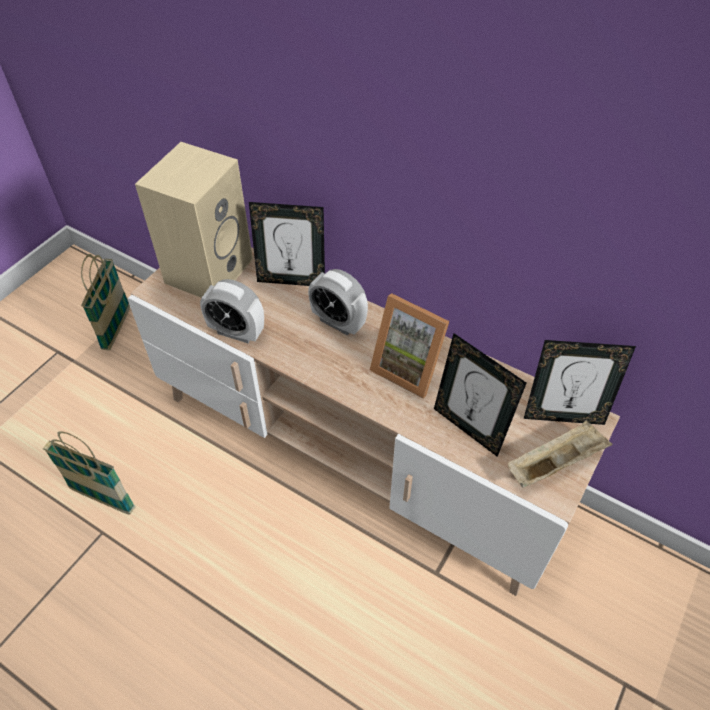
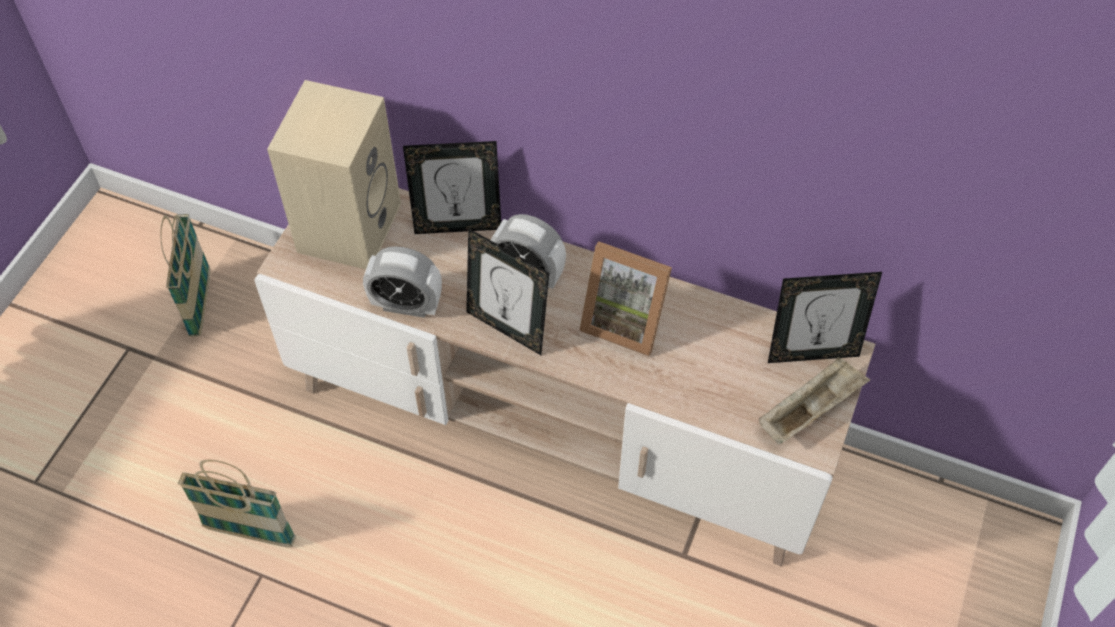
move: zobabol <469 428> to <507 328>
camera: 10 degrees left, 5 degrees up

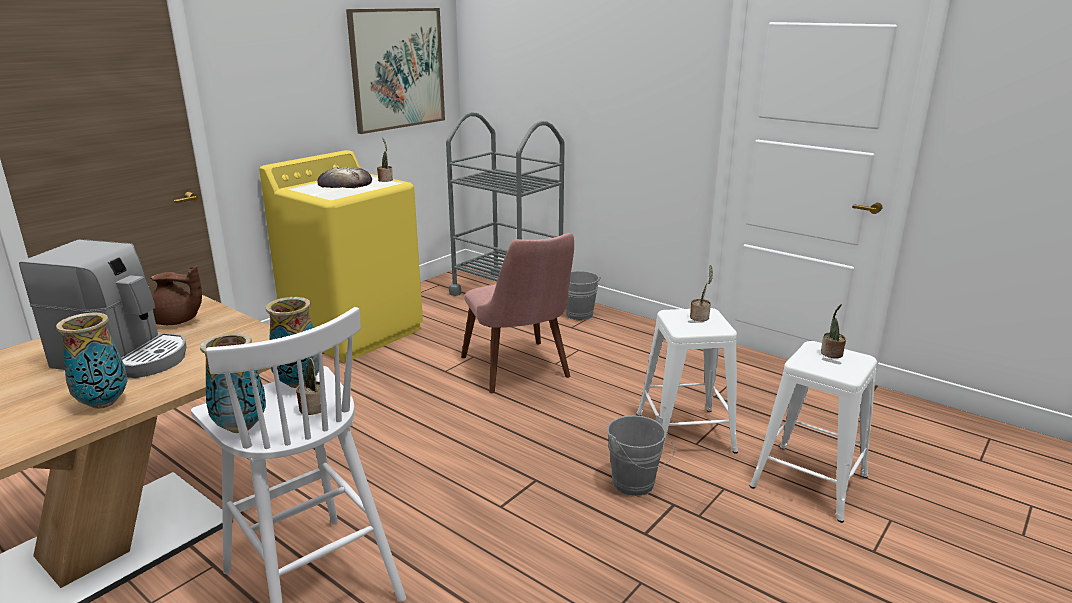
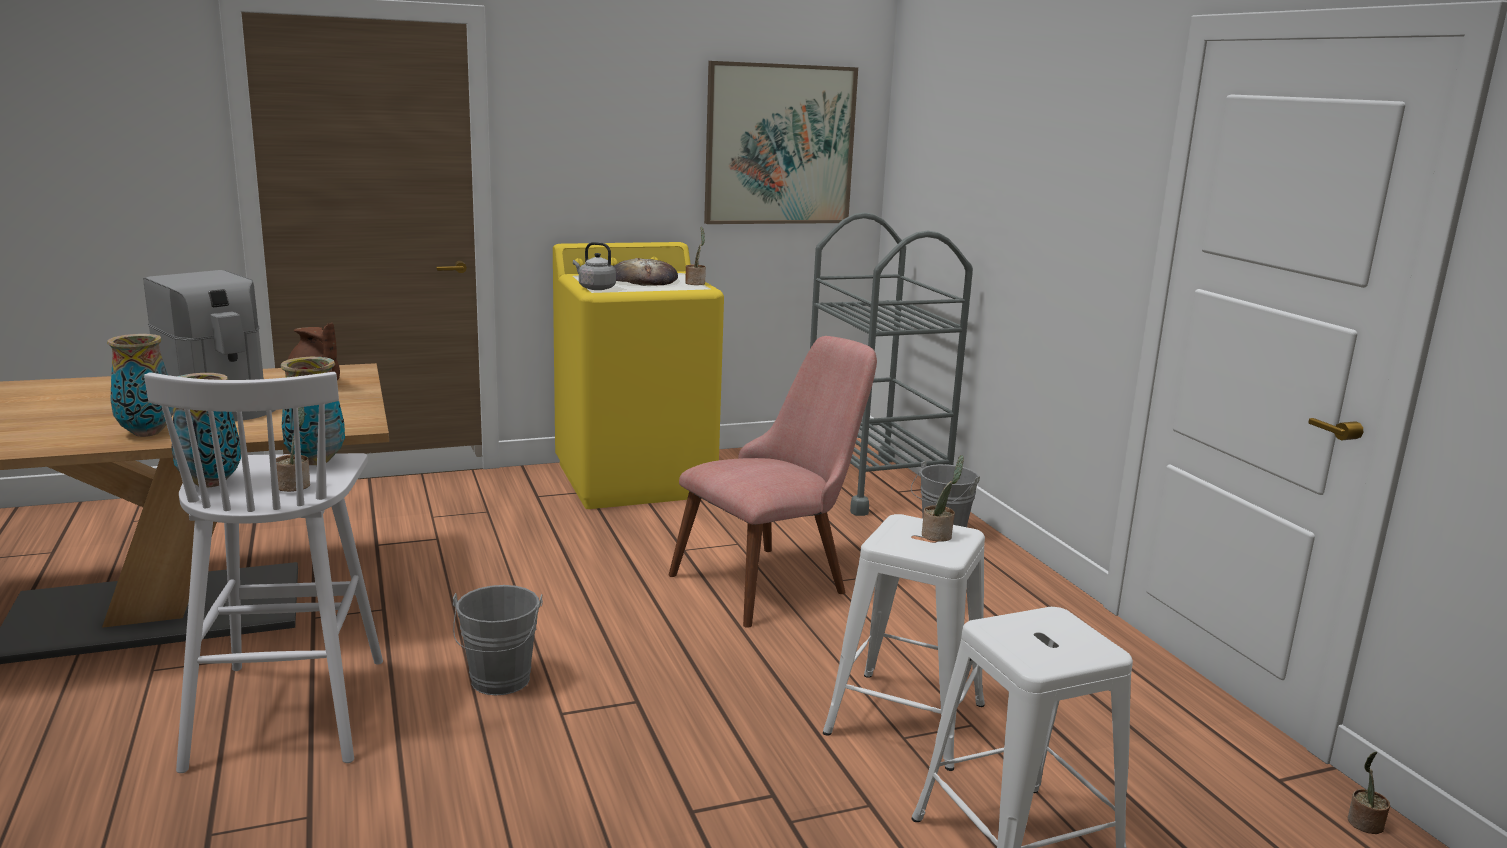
insert: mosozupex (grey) <595 288>
move: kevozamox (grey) <636 486> to <499 683>; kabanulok <831 354> to <1364 824>
rotate: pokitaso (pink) <521 372> = <774 578> 135 degrees counterclockwise
camera: 30 degrees right, 5 degrees down

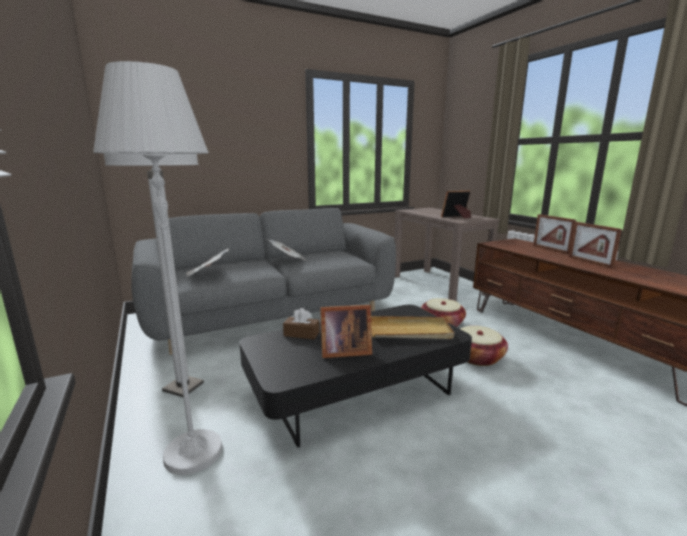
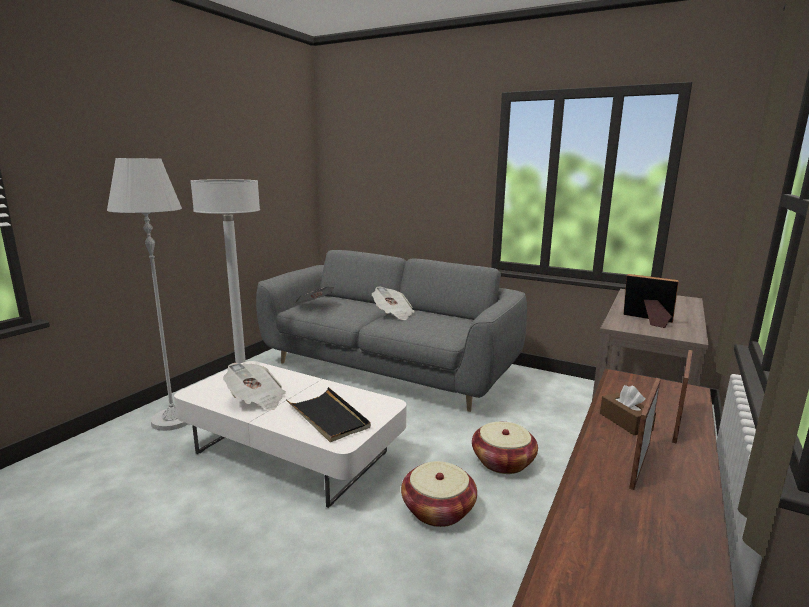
move: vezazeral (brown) <301 334> to <625 422>
replace: zobabol <343 351> to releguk <256 400>
recolor: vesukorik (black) <356 391> to vesukorik (white) <292 453>; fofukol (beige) <409 331> to fofukol (black) <328 417>
camera: 55 degrees right, 0 degrees up

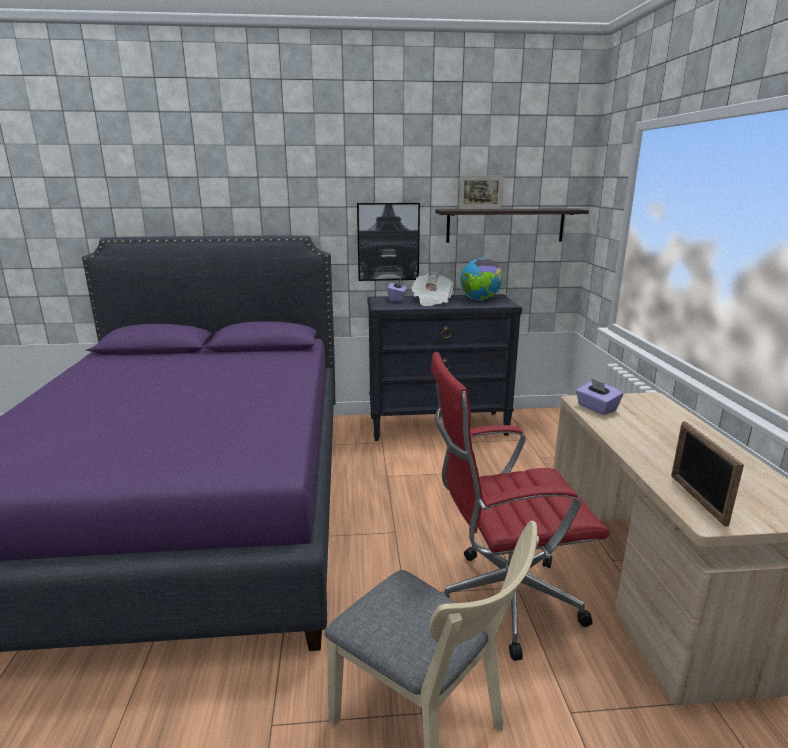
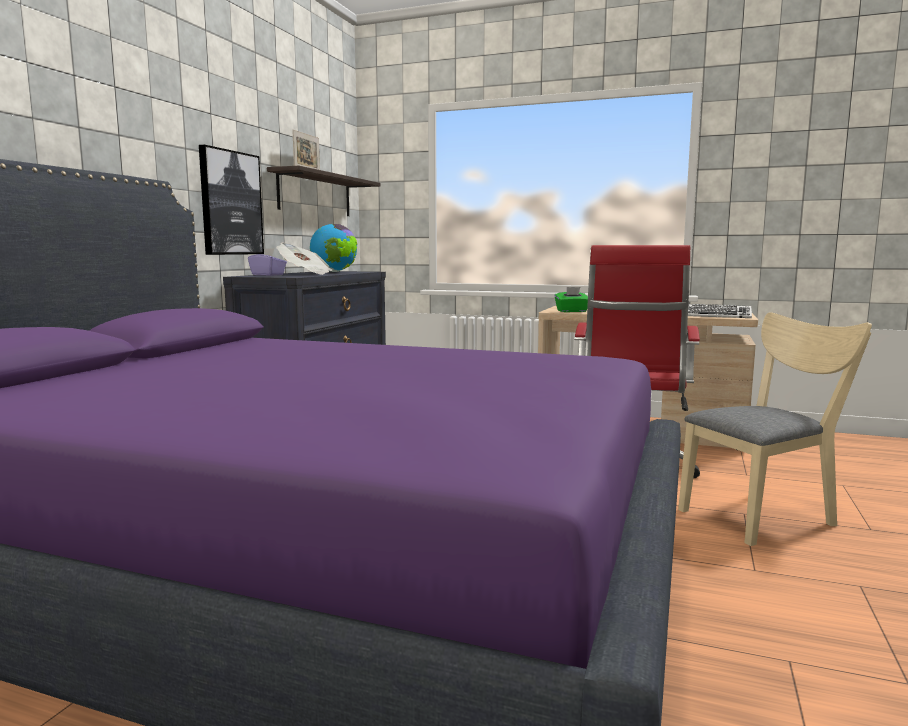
replace: zobabol <697 499> to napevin <716 316>
recolor: vezazeral (purple) <596 408> to vezazeral (green) <572 311>
camera: 65 degrees left, 10 degrees down

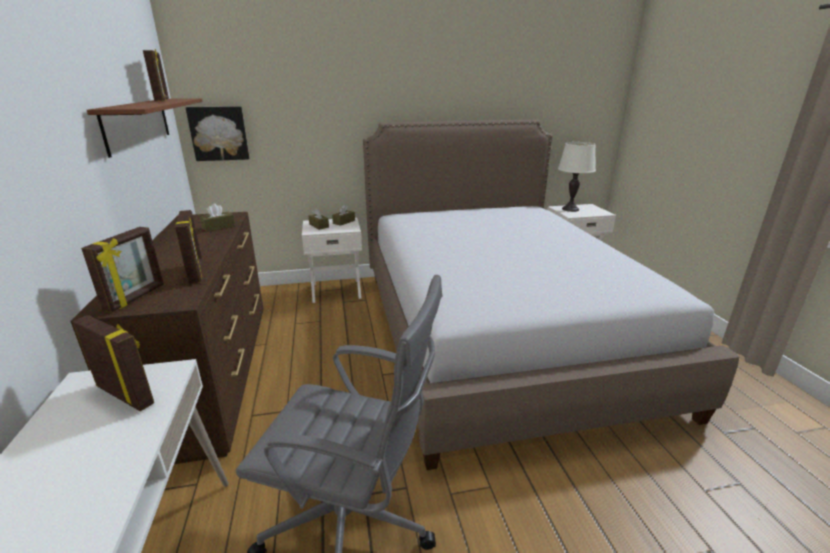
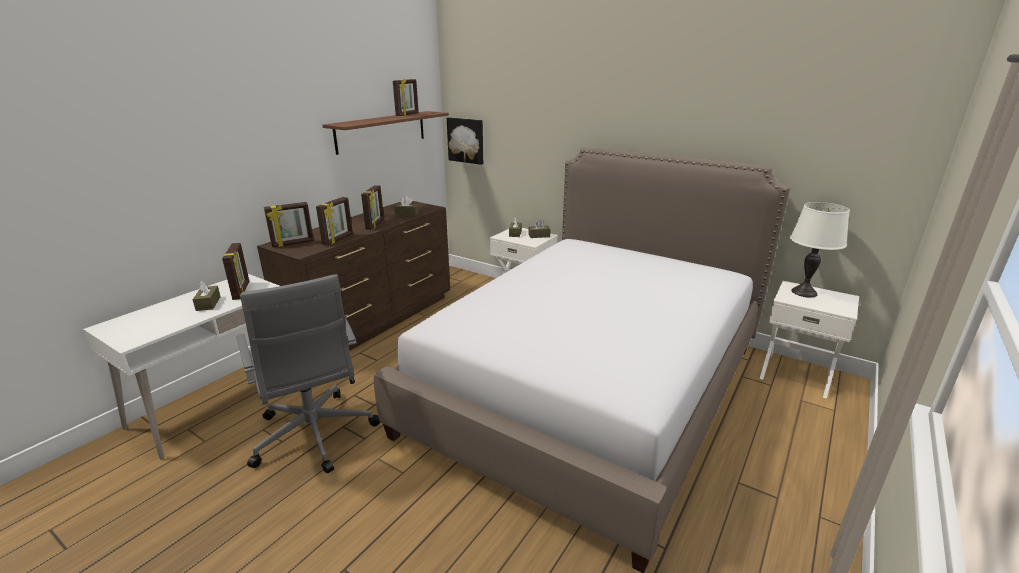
insert: vezazeral (brown) <208 303>; zobabol <375 225>
camera: 45 degrees right, 0 degrees up

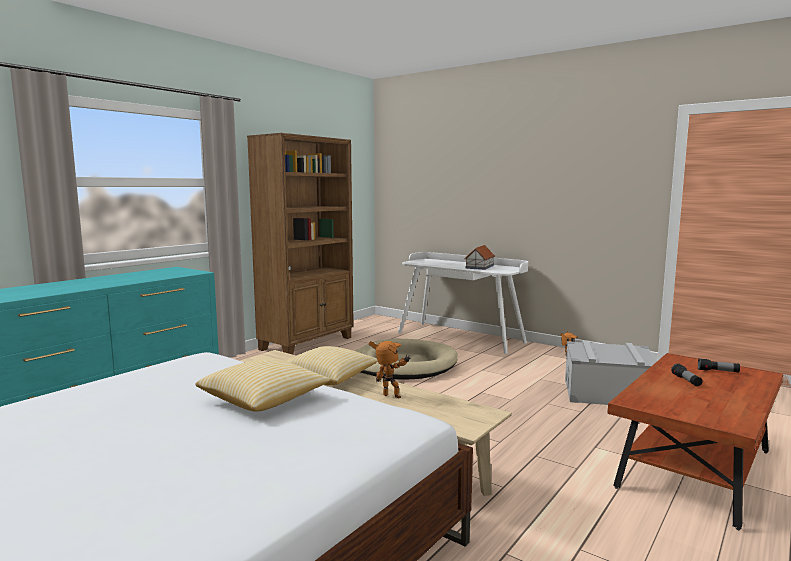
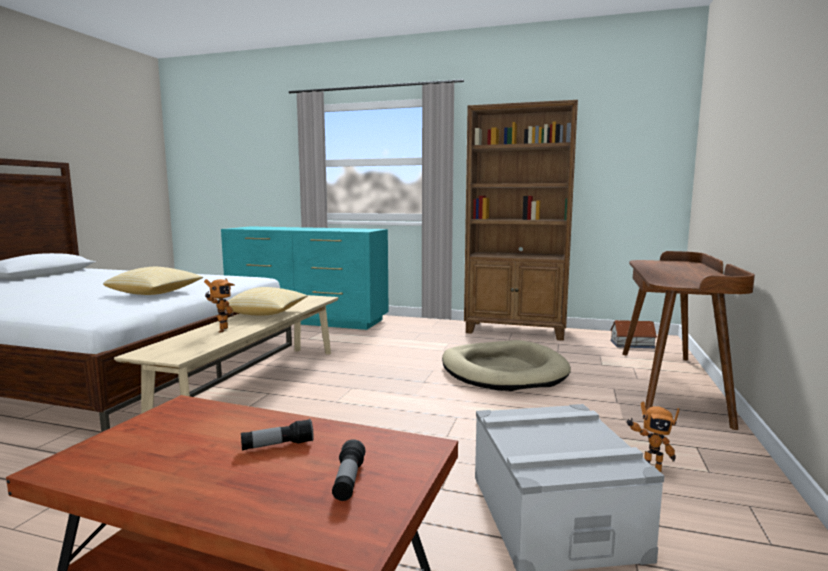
move: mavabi <480 267> to <632 344>
recolor: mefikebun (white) <460 337> to mefikebun (brown) <671 384>
camera: 70 degrees right, 0 degrees up

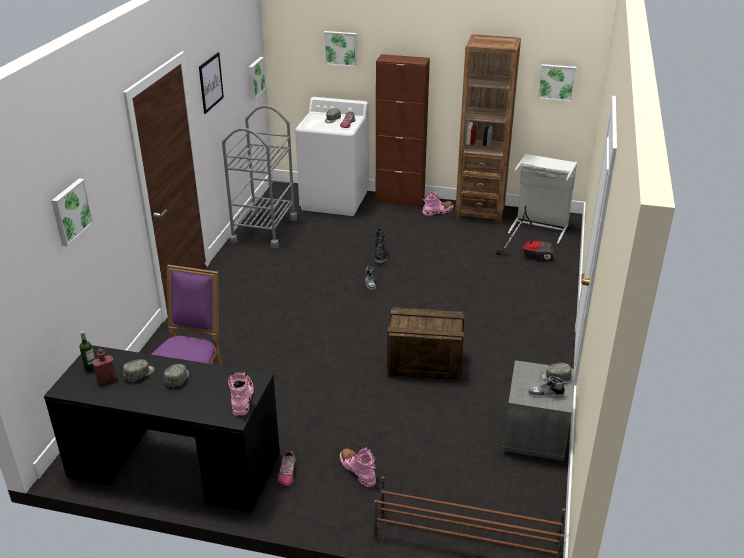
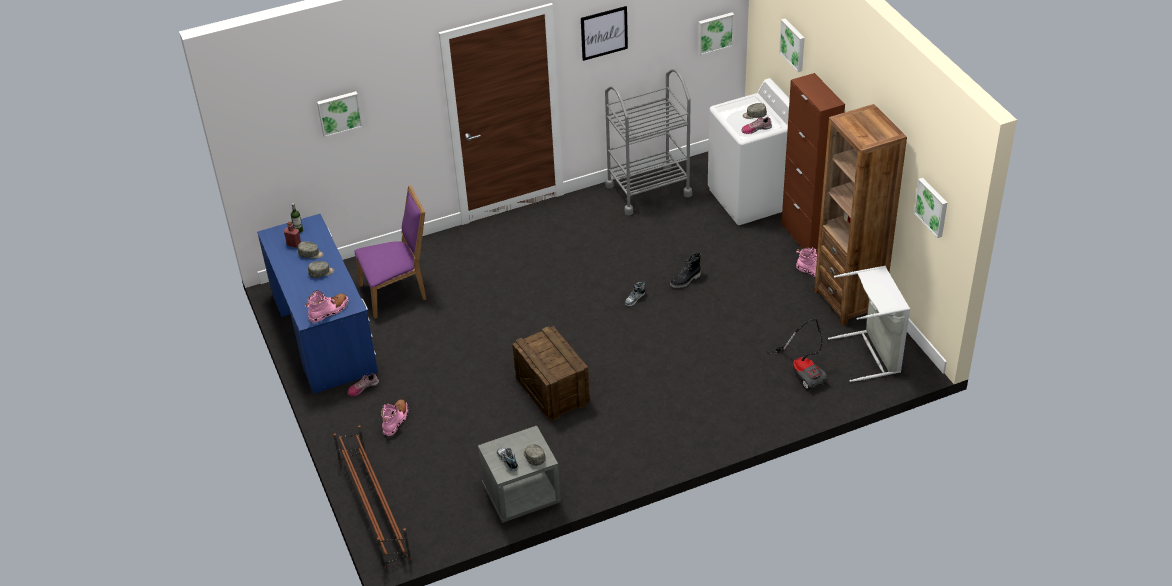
recolor: mefikebun (black) <174 464> to mefikebun (blue) <324 331>
camera: 55 degrees right, 10 degrees up

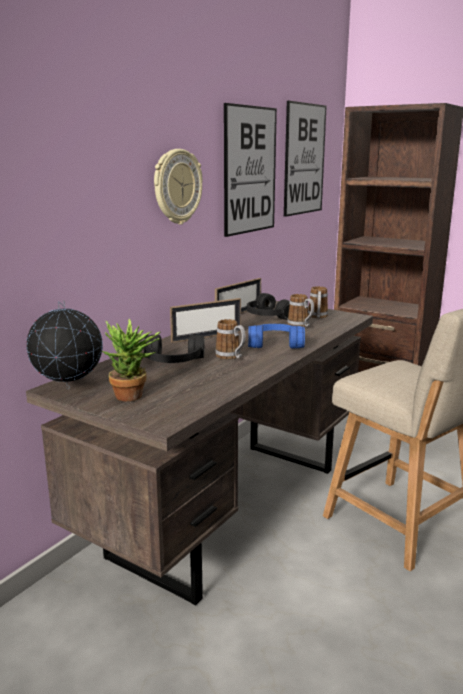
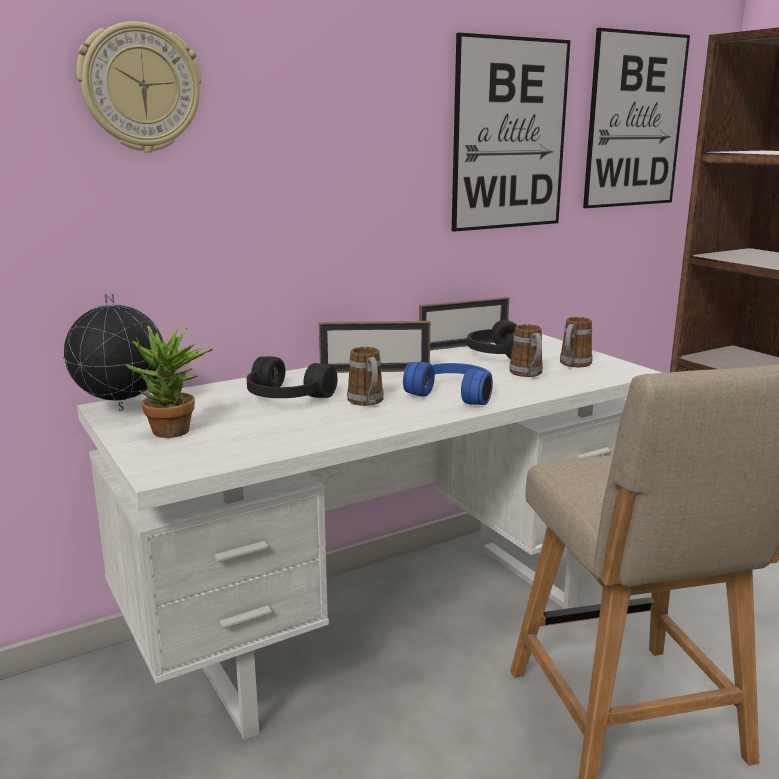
move: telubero <177 187> to <140 88>
recolor: mefikebun (brown) <231 507> to mefikebun (white) <390 623>
camera: 25 degrees right, 0 degrees up

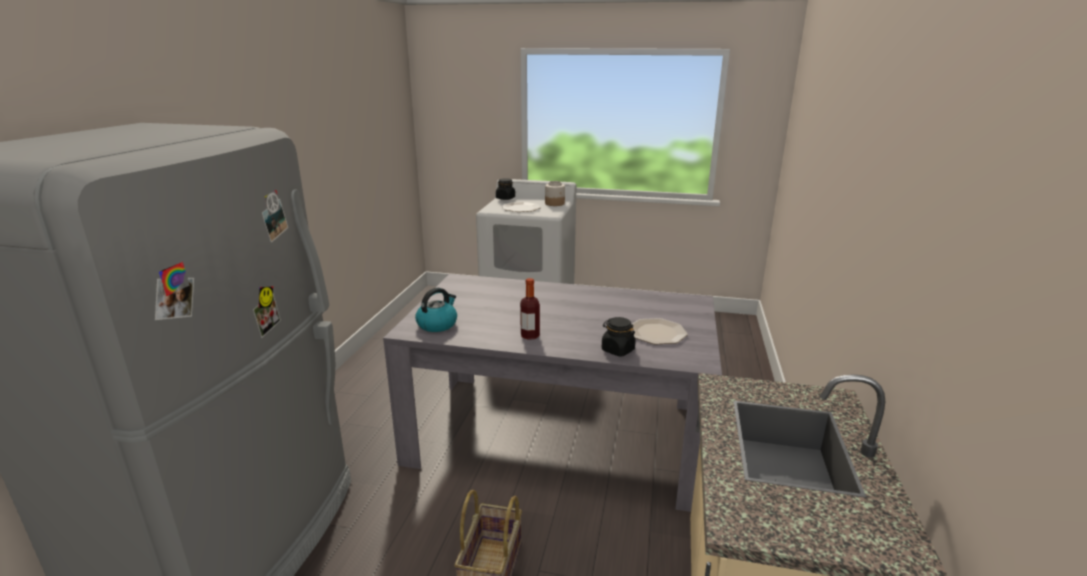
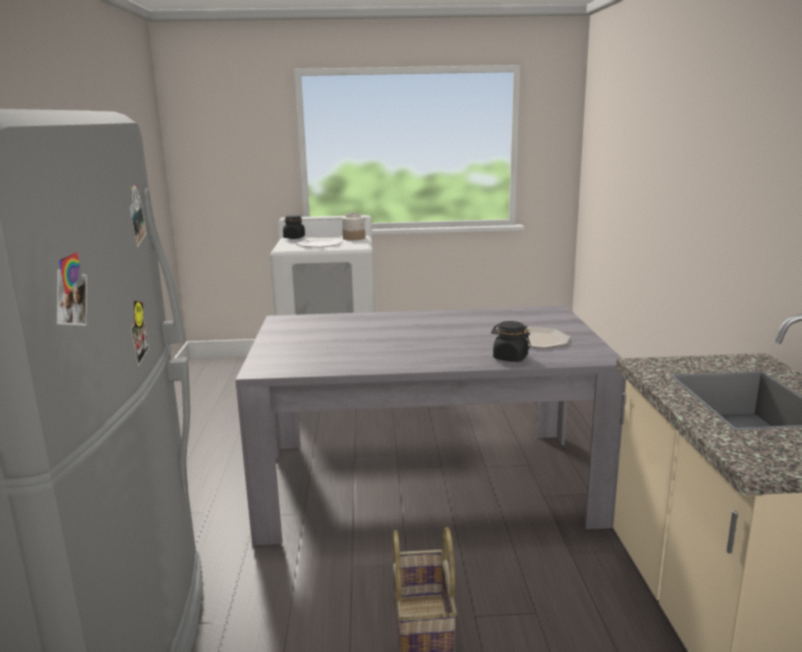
delete: mosozupex <437 324>; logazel <530 336>
camera: 15 degrees left, 5 degrees down

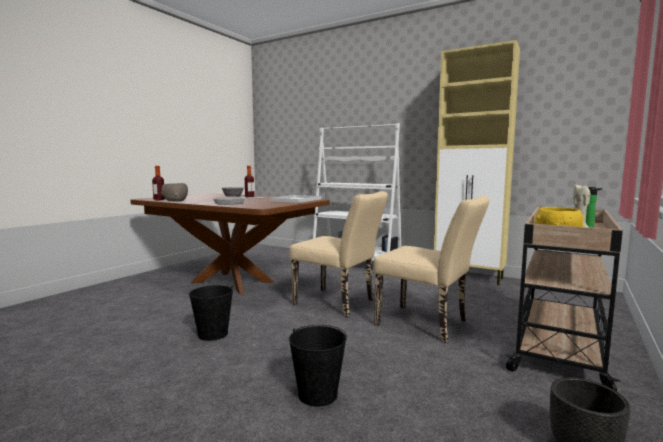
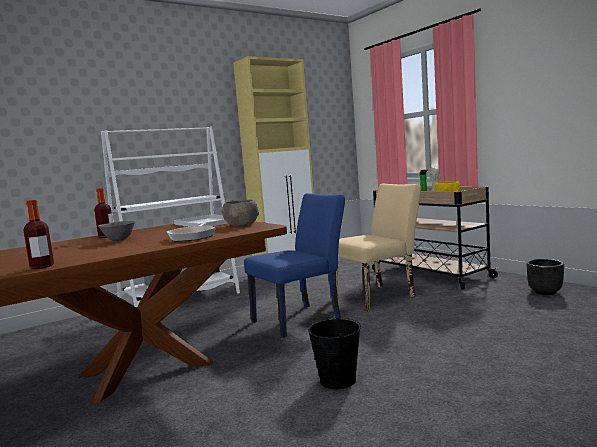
delete: kevozamox (black) <318 394>
move: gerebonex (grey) <175 201> to <241 225>
recolor: pokitaso (beige) <339 303> to pokitaso (blue) <302 318>
camera: 65 degrees left, 0 degrees up

